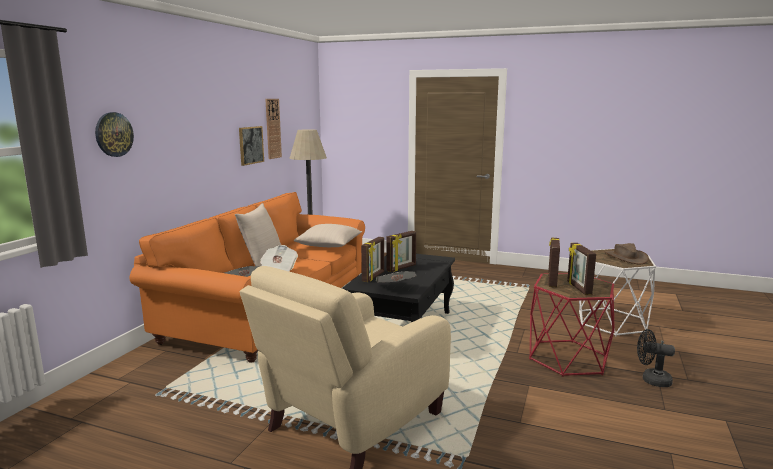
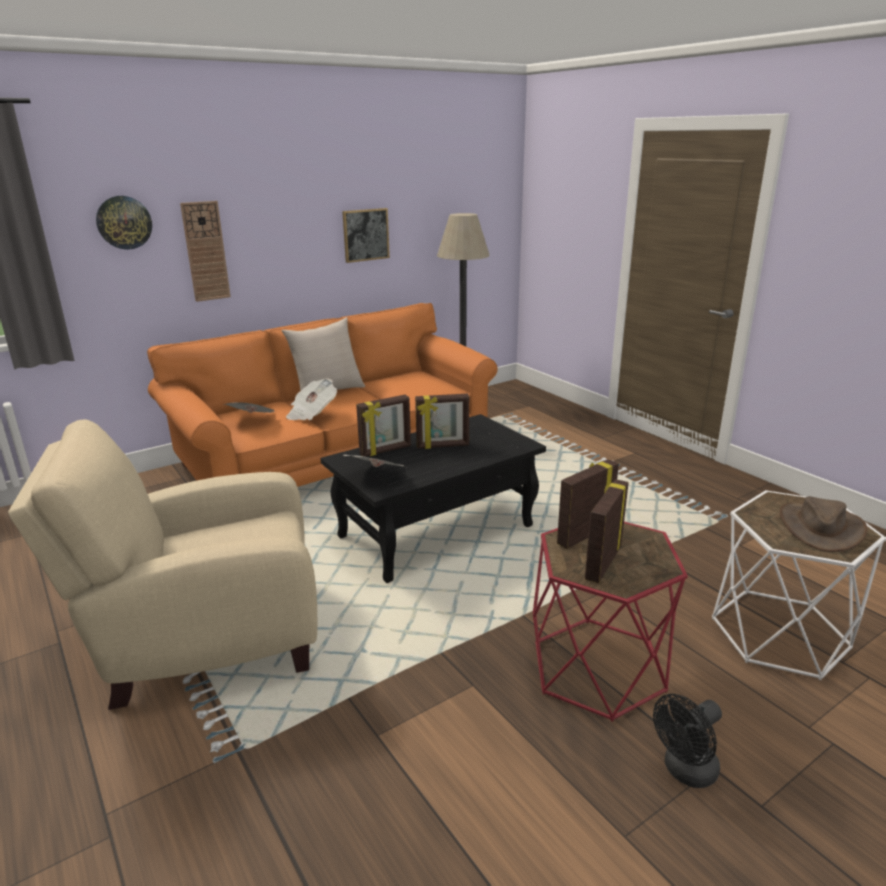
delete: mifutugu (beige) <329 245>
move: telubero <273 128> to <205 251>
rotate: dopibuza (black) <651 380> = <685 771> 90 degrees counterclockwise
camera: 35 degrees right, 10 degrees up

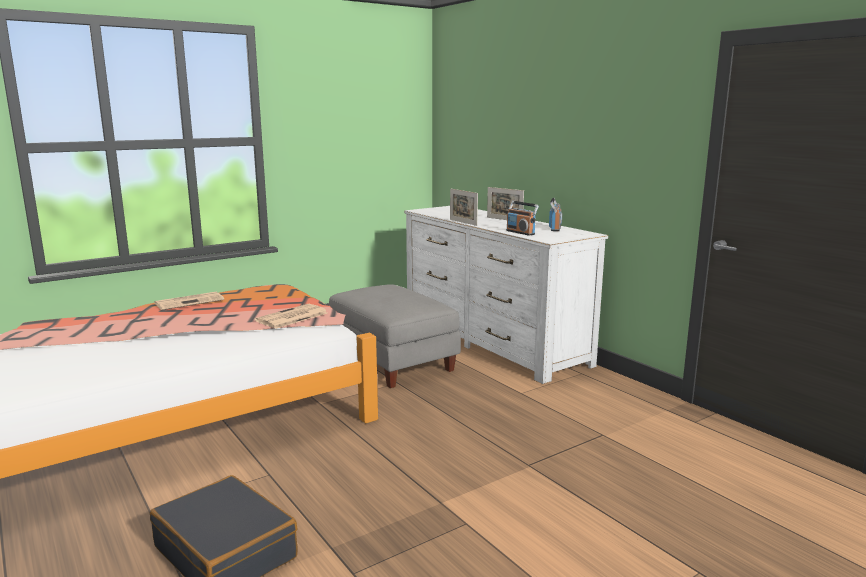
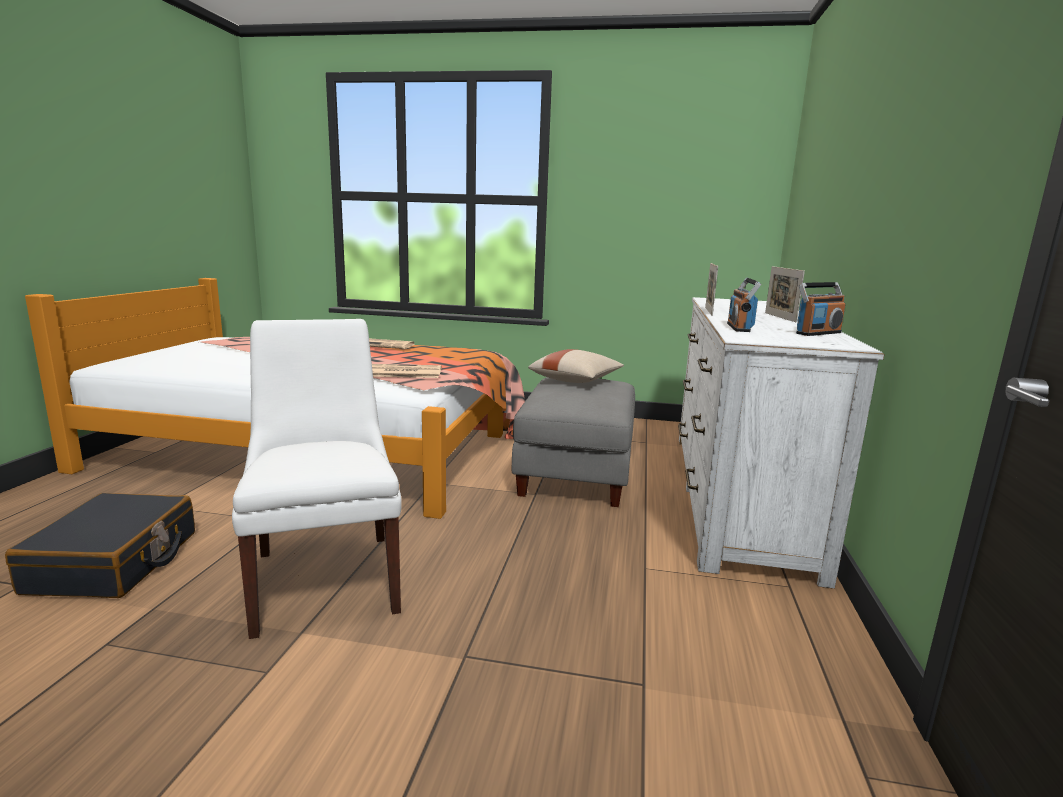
insert: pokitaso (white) <326 578>; mifutugu (beige) <576 381>
camera: 45 degrees right, 0 degrees up

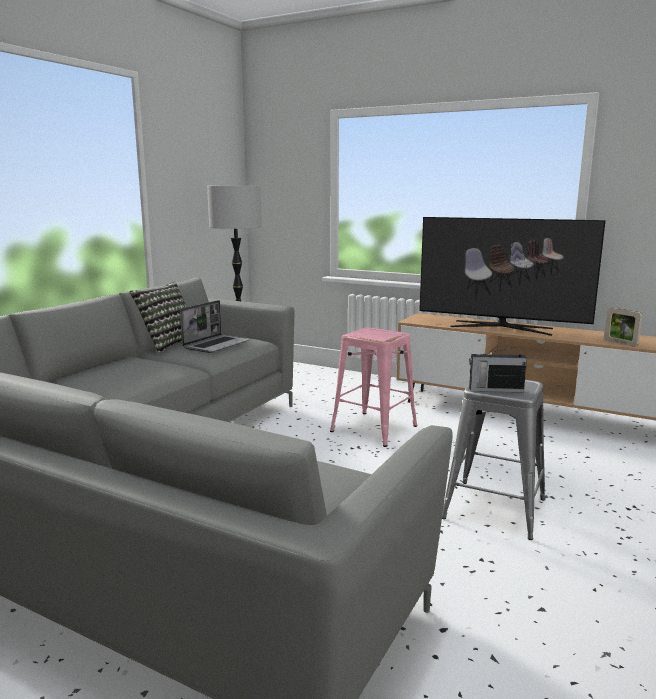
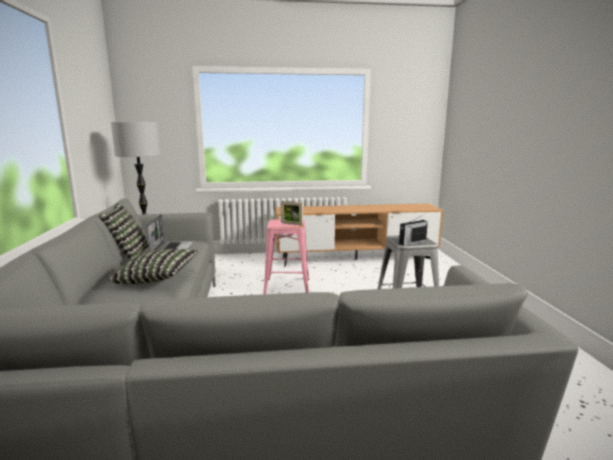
delete: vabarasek <501 327>
insert: mifutugu <158 279>
move: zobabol <620 343> to <291 224>
camera: 35 degrees left, 0 degrees up

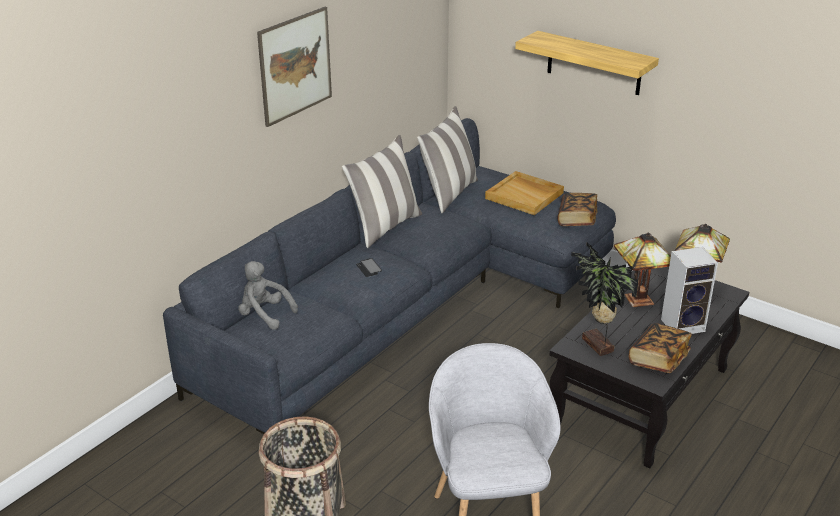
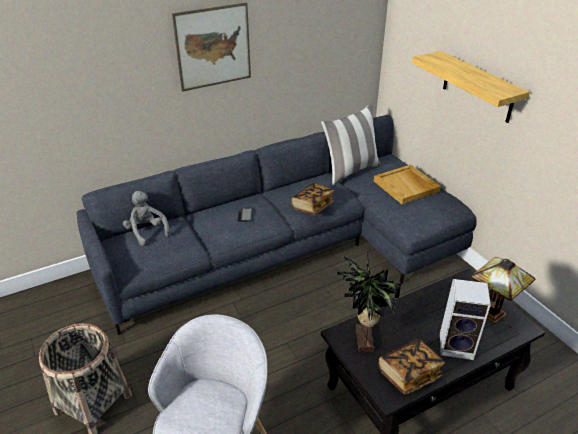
delete: mifutugu <384 227>; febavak <636 299>
move: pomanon <577 219> to <312 206>
camera: 25 degrees right, 5 degrees up

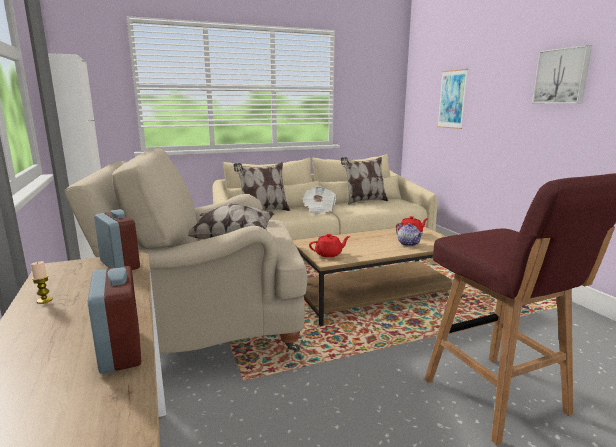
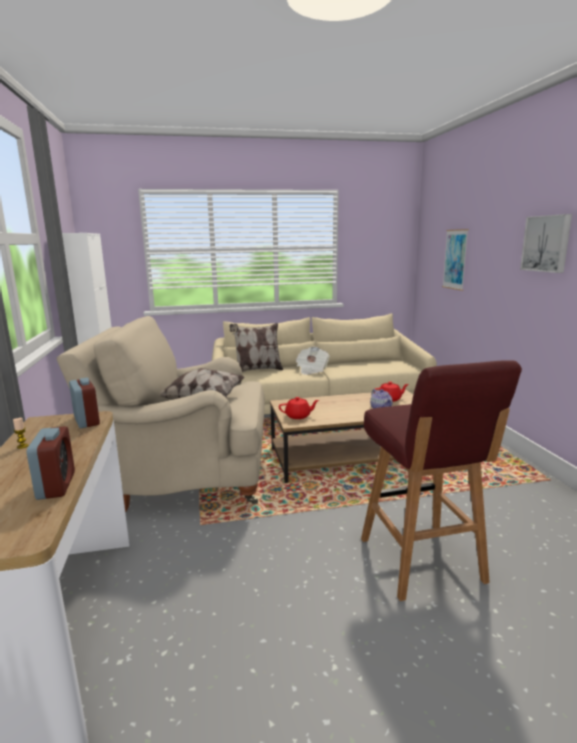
delete: mifutugu <364 201>
camera: 10 degrees right, 0 degrees up

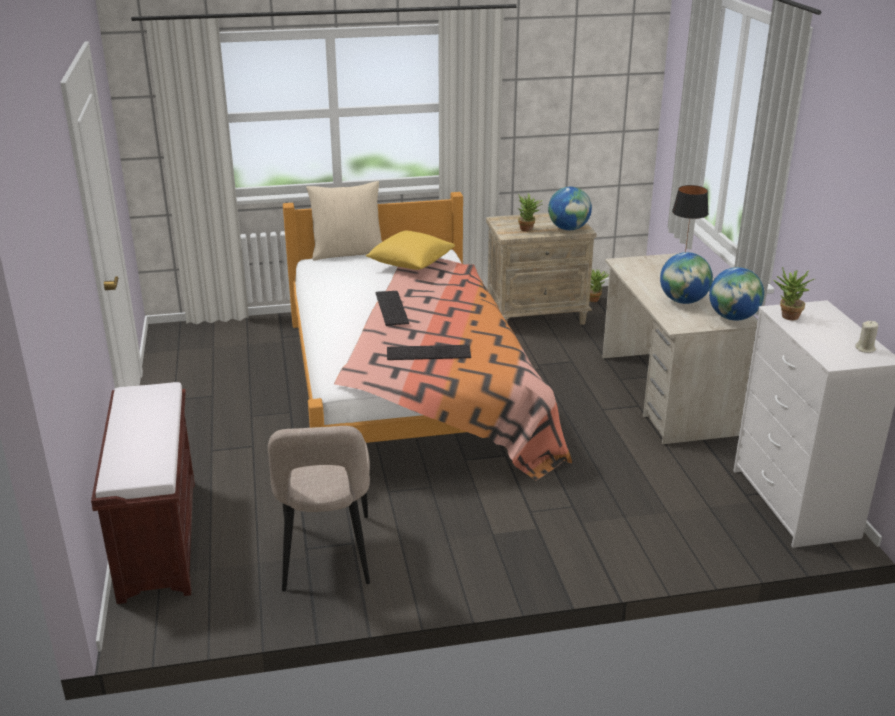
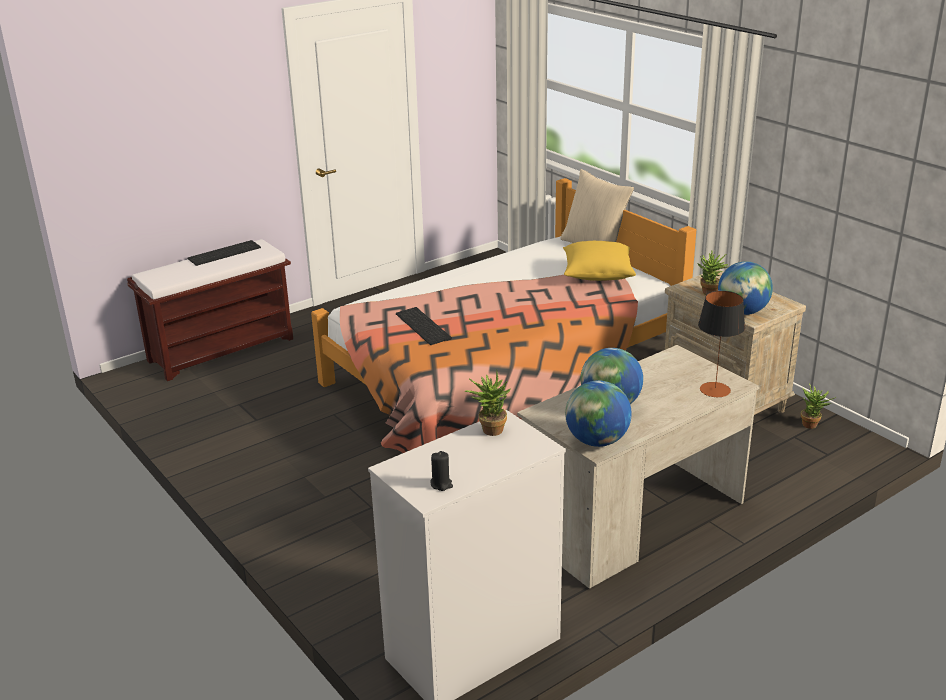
delete: pokitaso (beige) <326 557>
move: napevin <390 308> to <224 252>
recolor: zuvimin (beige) <865 349> to zuvimin (black) <441 484>
camera: 65 degrees right, 0 degrees up

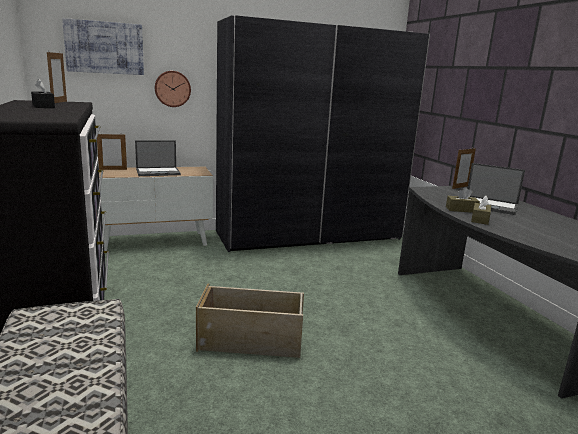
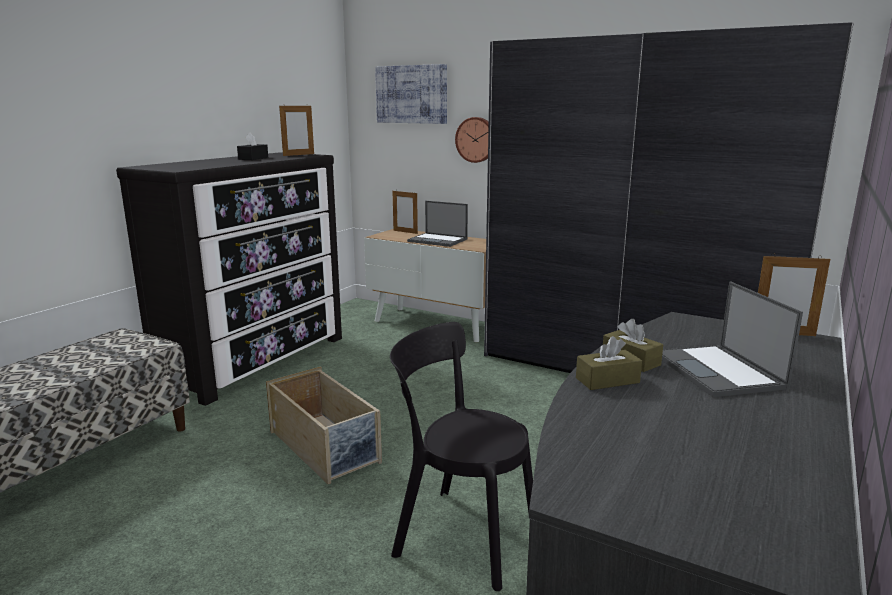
insert: pokitaso (black) <460 534>
camera: 50 degrees right, 0 degrees up

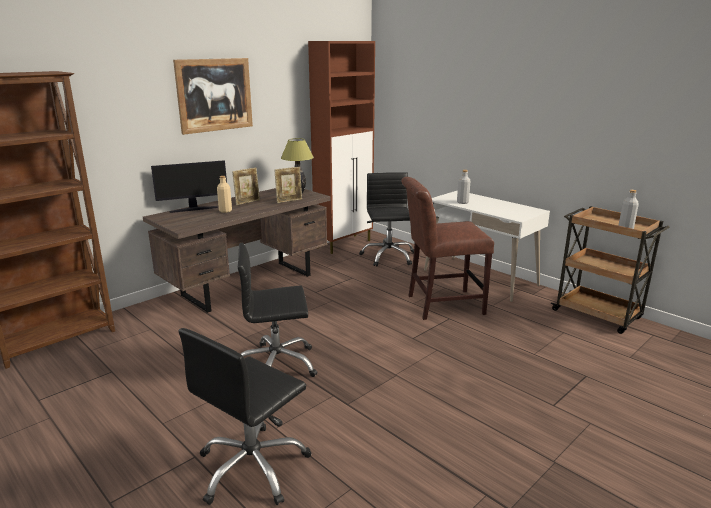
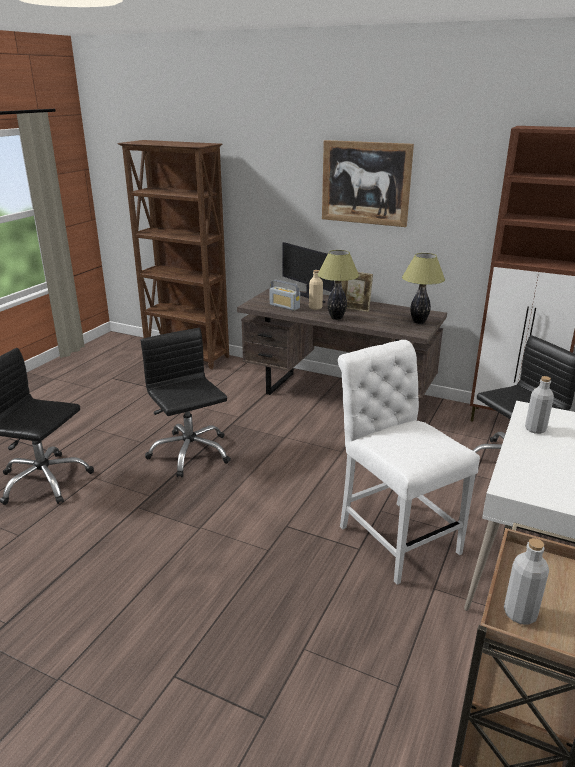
delete: zobabol <289 200>
insert: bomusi <284 306>; febavak <336 318>
recolor: pokitaso (brown) <440 304> to pokitaso (white) <395 535>
camera: 70 degrees right, 5 degrees up

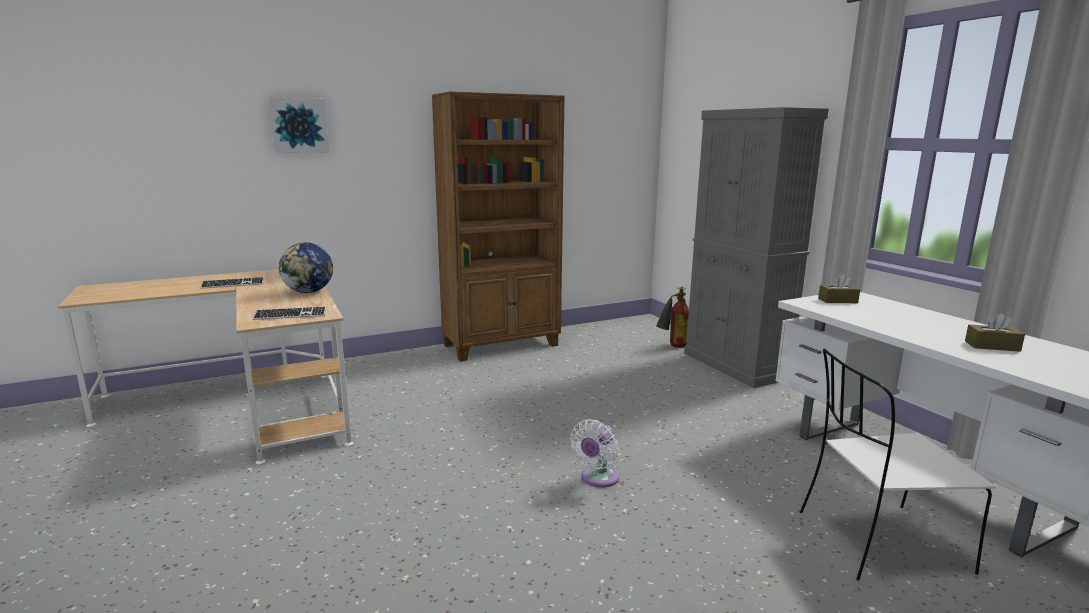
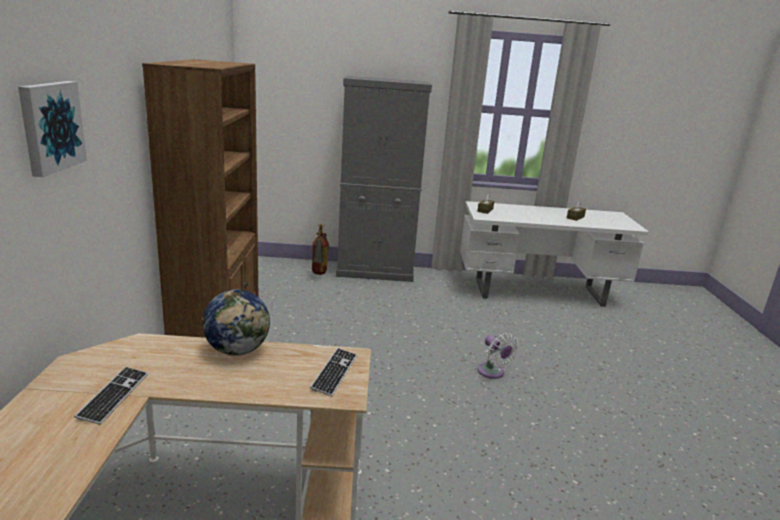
delete: pokitaso (white) <878 542>
camera: 65 degrees left, 5 degrees up

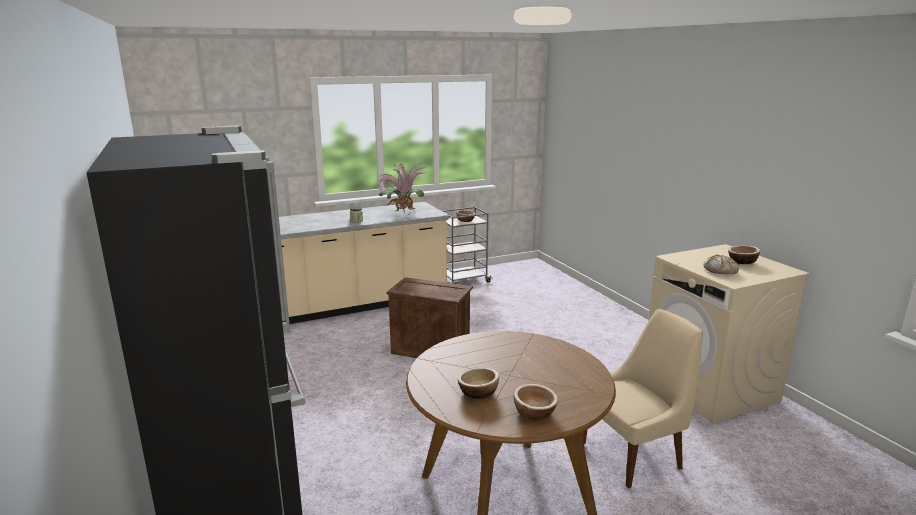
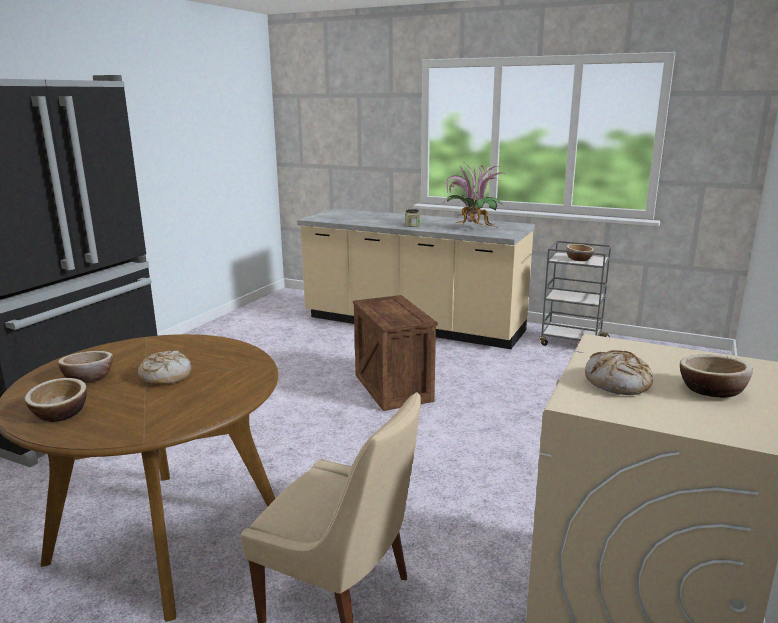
insert: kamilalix <165 376>
camera: 50 degrees right, 0 degrees up

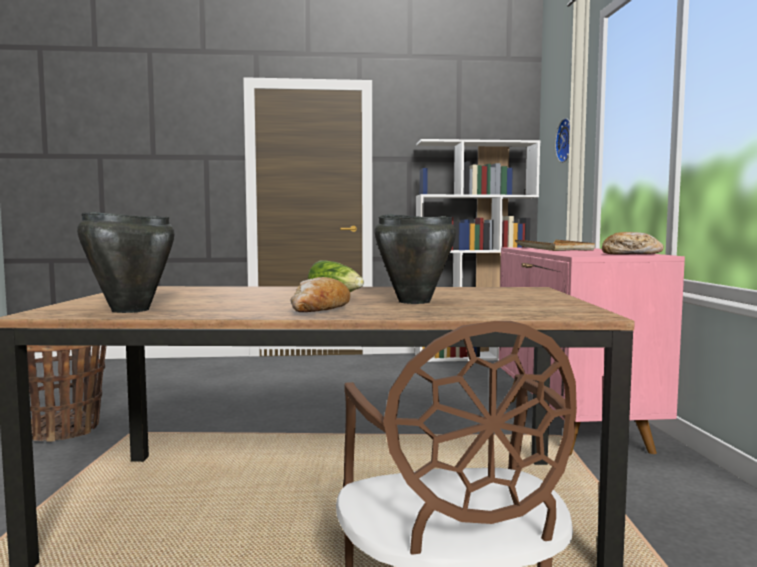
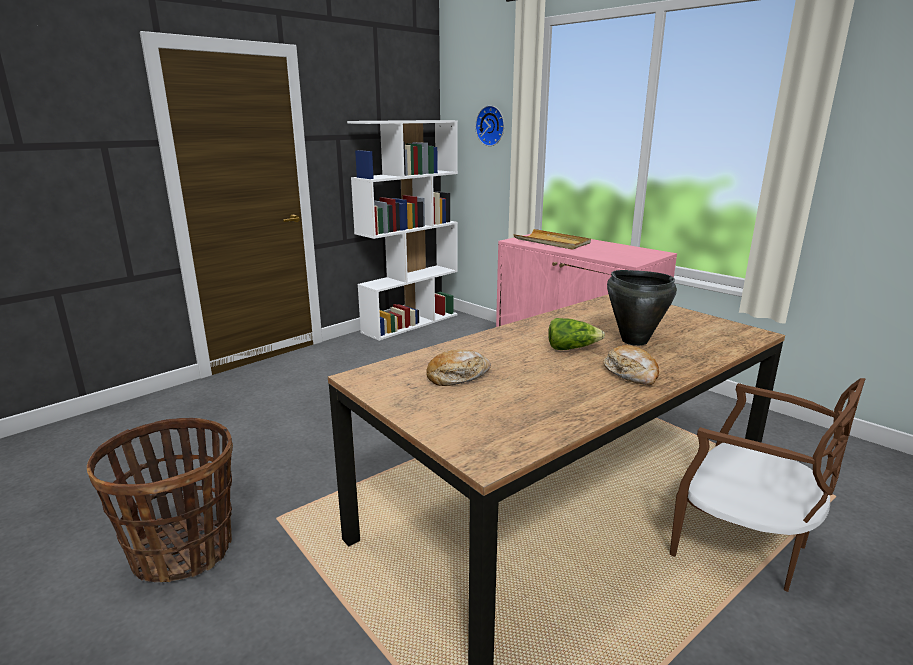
delete: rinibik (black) <129 310>
move: kamilalix <630 254> to <458 376>
camera: 40 degrees left, 15 degrees up

